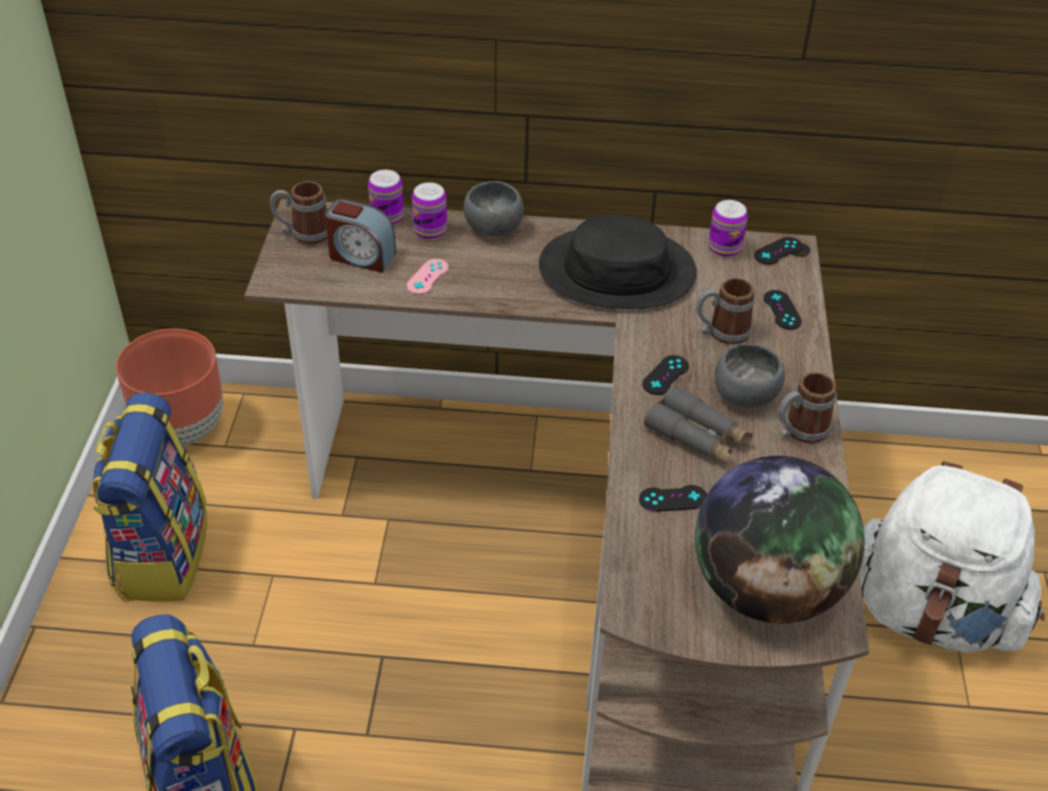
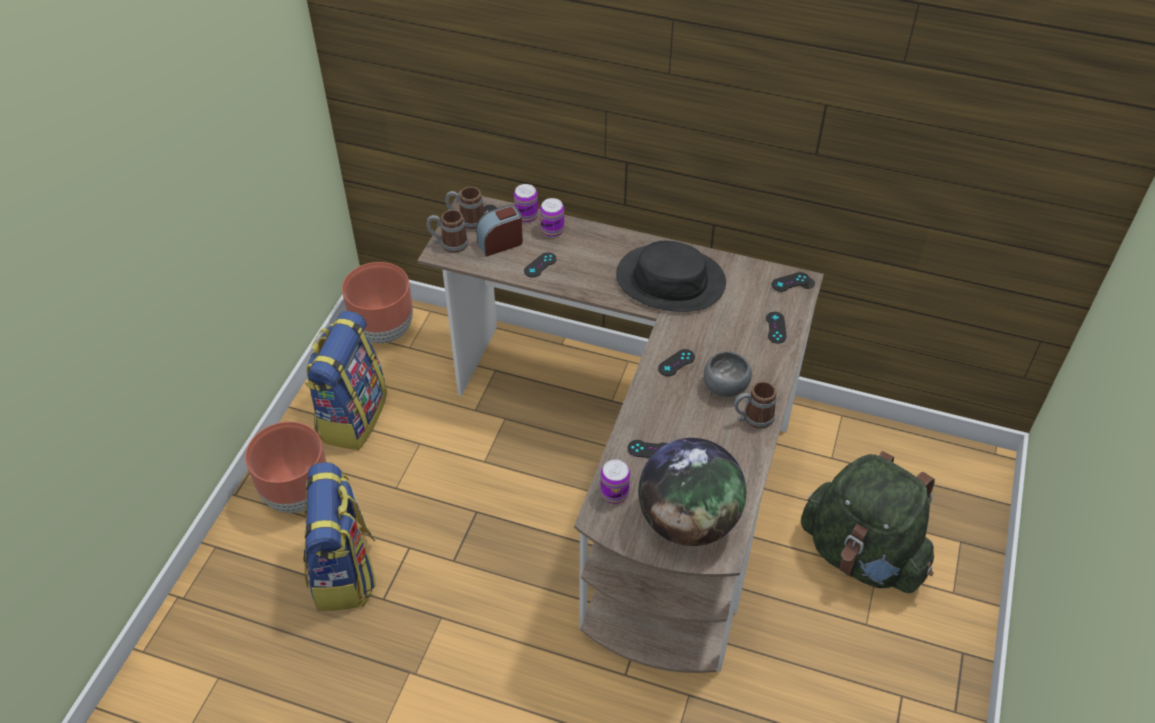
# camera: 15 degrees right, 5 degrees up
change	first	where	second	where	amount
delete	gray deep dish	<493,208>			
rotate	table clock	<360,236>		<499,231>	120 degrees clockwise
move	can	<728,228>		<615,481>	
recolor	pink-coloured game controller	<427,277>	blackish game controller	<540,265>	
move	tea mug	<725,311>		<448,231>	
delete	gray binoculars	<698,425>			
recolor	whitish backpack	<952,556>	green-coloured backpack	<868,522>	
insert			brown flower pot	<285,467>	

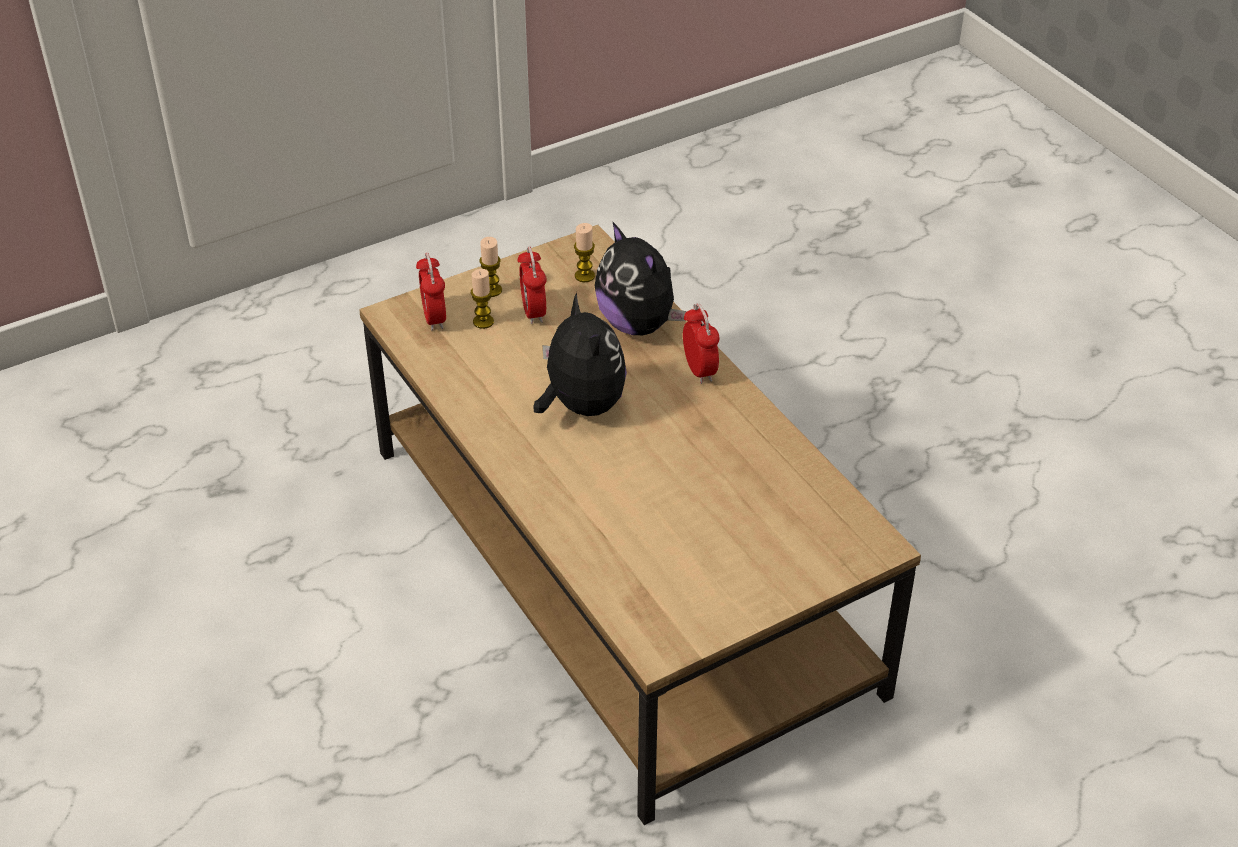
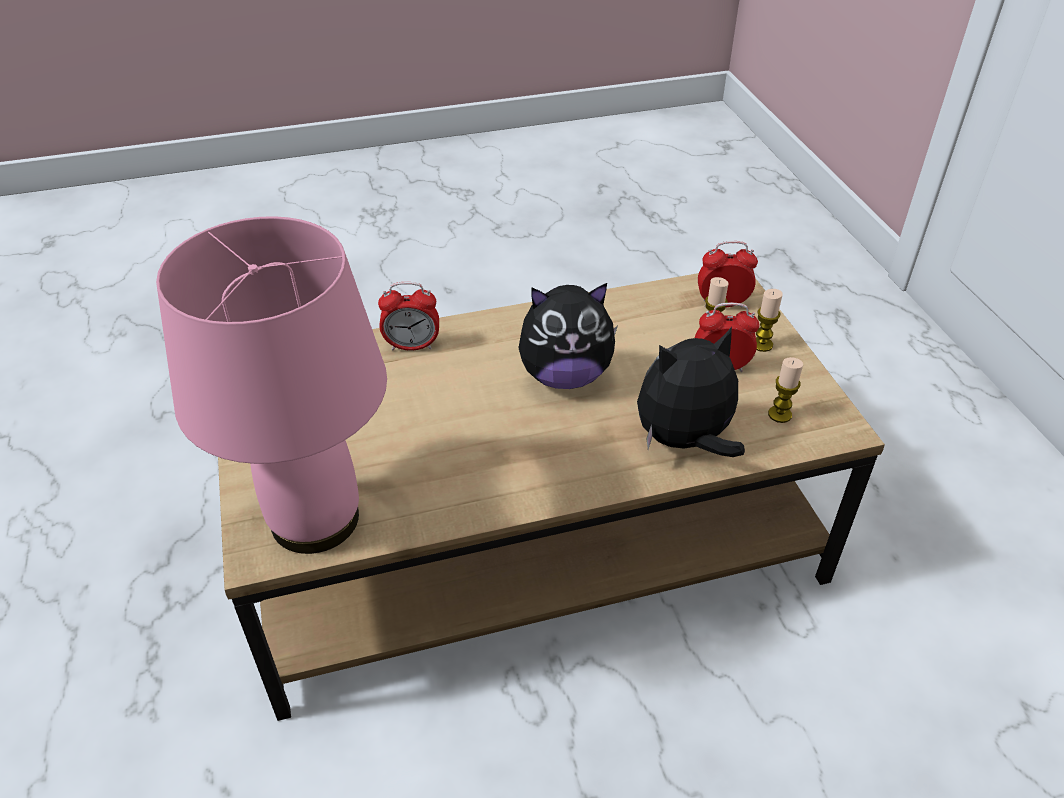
# camera: 105 degrees right, 0 degrees up
change	first	where	second	where	amount
move	table clock	<701,343>		<408,316>	
insert			pink-coloured tabletop lamp	<271,385>	

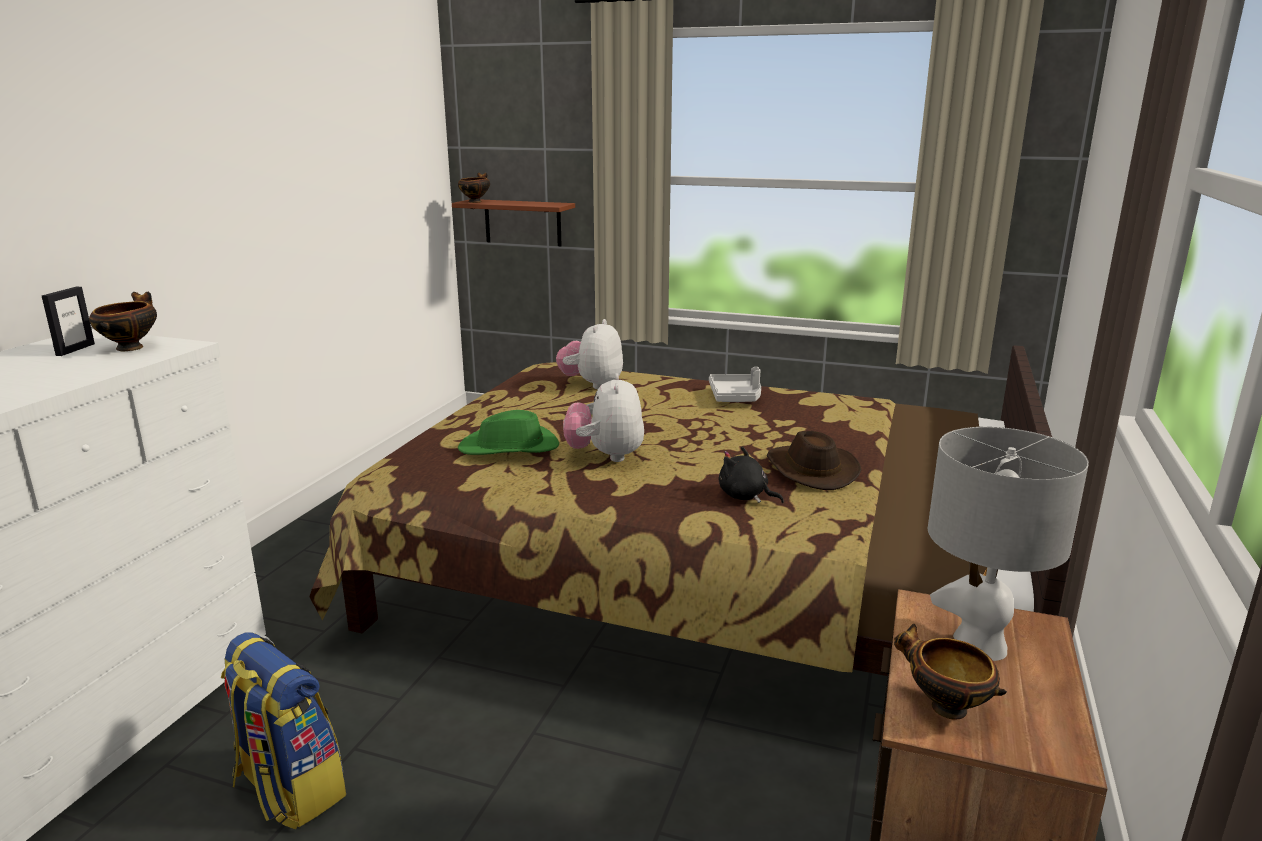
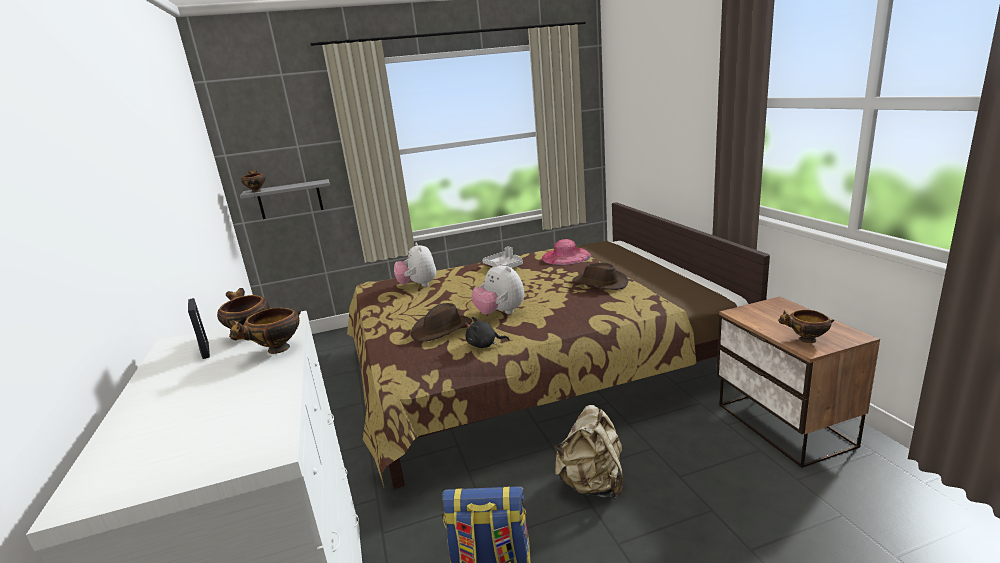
# camera: 35 degrees left, 0 degrees up
change	first	where	second	where	amount
recolor	brown wall shelf	<513,222>	gray wall shelf	<285,199>	
recolor	green-coloured clothing hat	<508,432>	brown clothing hat	<441,322>	
delete	gray tabletop lamp	<1008,544>			
move	blackish cuddly toy	<751,475>		<487,332>	
insert			pink-coloured clothing hat	<566,252>	
insert			deep dish	<265,331>	
insert			beige-coloured backpack	<589,452>	

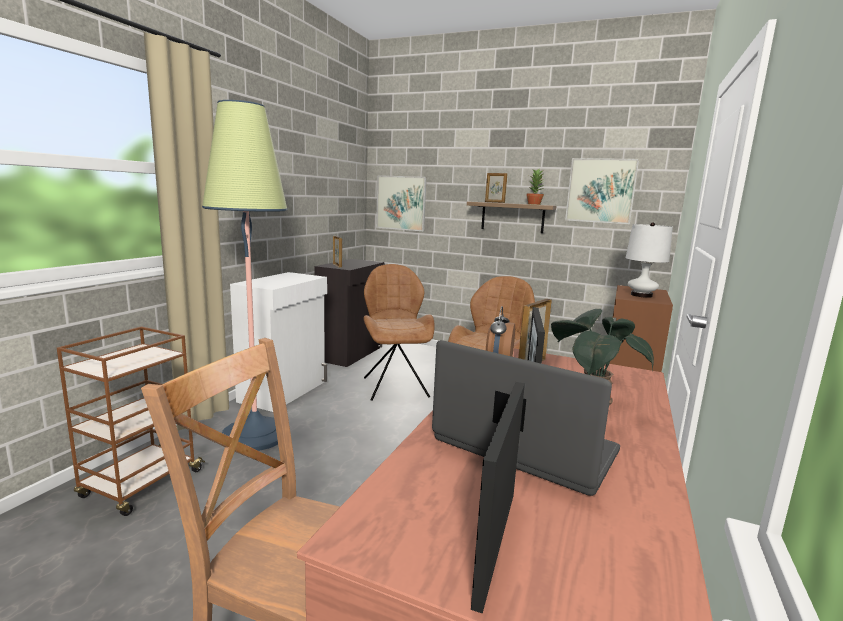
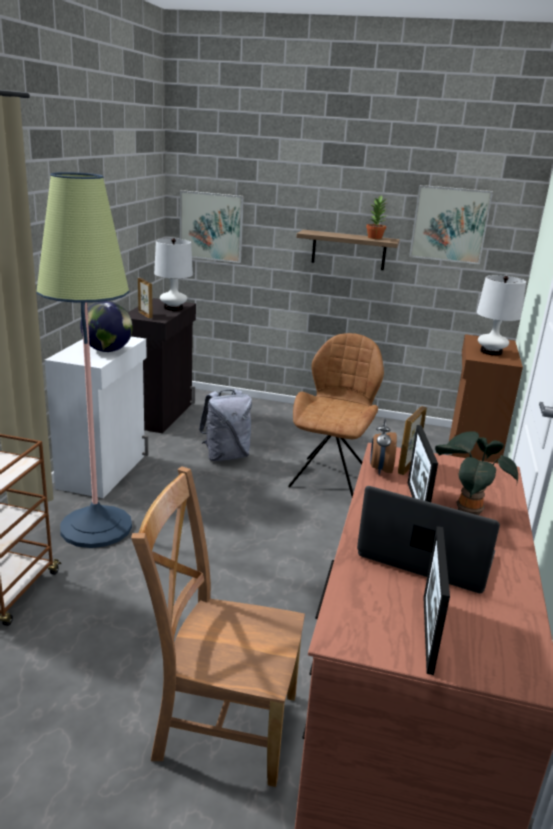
# camera: 10 degrees left, 10 degrees up
change	first	where	second	where	amount
delete	picture frame	<496,188>			
replace	brown plain chair	<399,332>	gray backpack	<225,425>	
insert			whitish tabletop lamp	<173,274>	
insert			world globe	<106,326>	

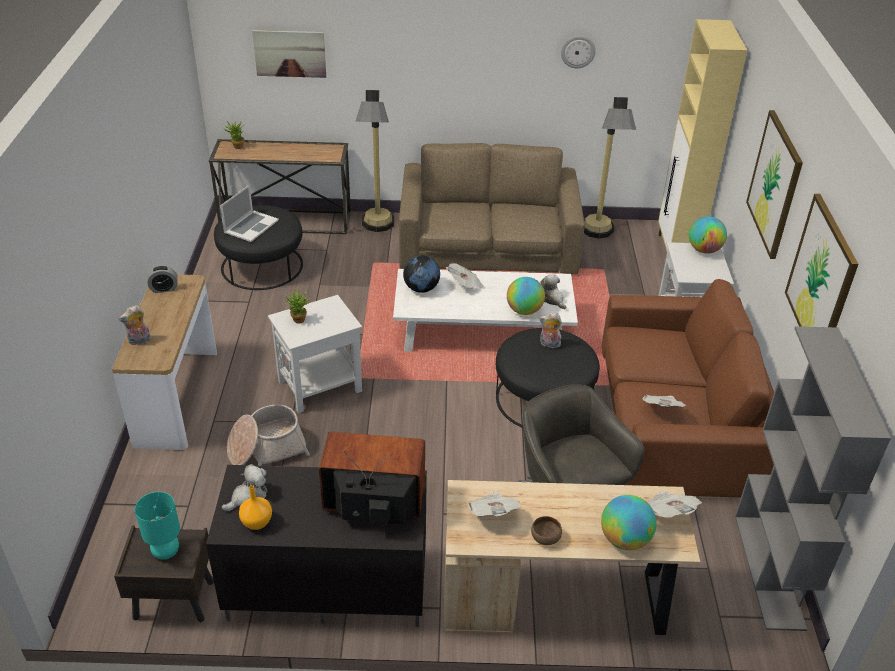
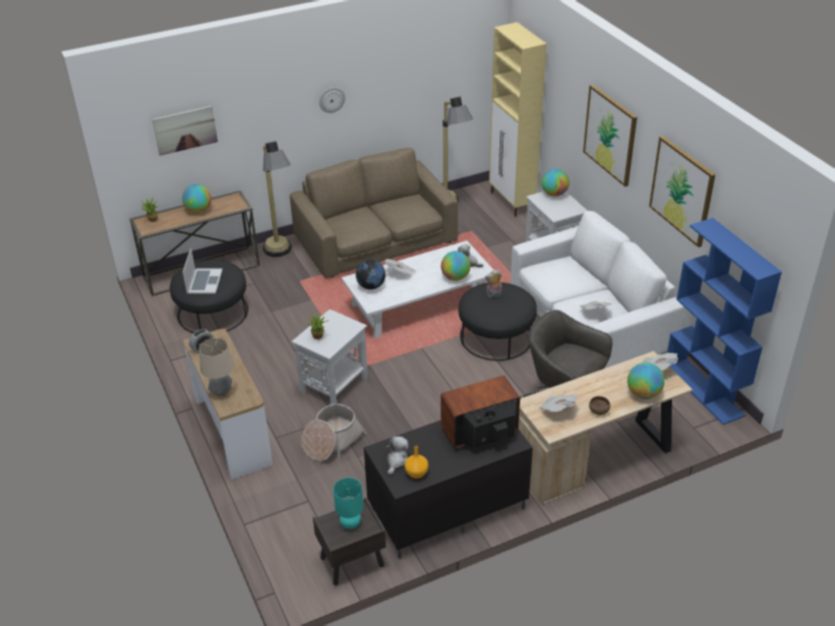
# camera: 25 degrees left, 0 degrees up
change	first	where	second	where	amount
move	hanging clock	<578,52>		<332,100>	
recolor	brown couch	<687,388>	whitish couch	<597,290>	
replace	cuddly toy	<135,325>	tabletop lamp	<216,367>	
recolor	gray bookcase	<813,478>	blue bookcase	<724,321>	
insert			world globe	<196,198>	

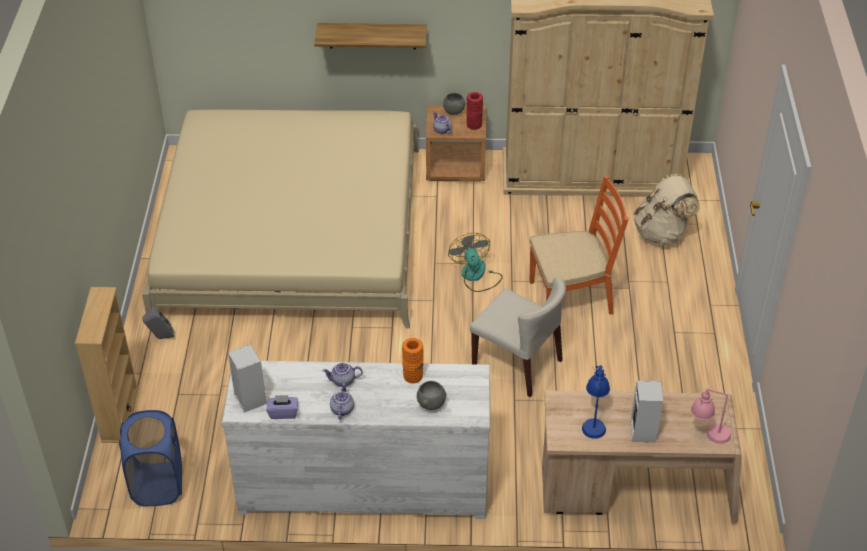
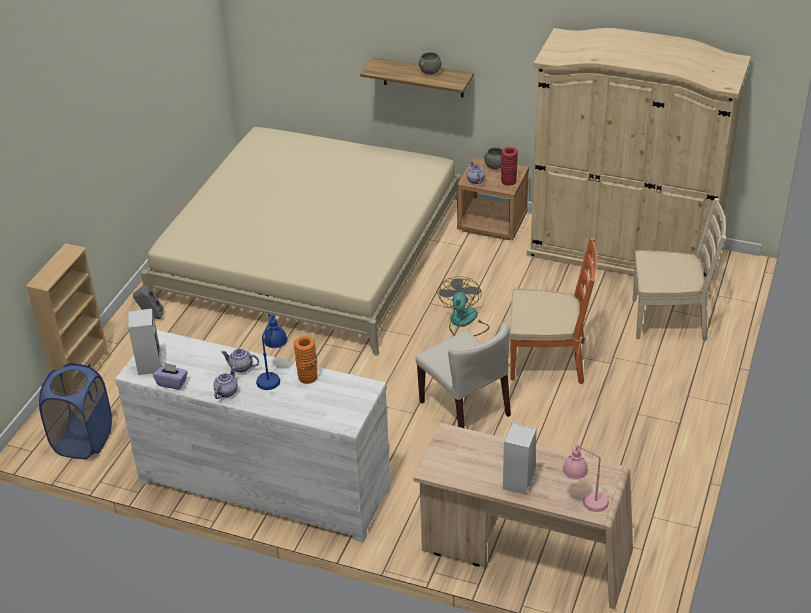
# camera: 20 degrees right, 5 degrees down
change	first	where	second	where	amount
replace	beige-coloured backpack	<666,209>	beige-coloured plain chair	<679,269>	
move	blue tabletop lamp	<596,402>		<272,352>	
move	gray deep dish	<431,395>		<430,63>	

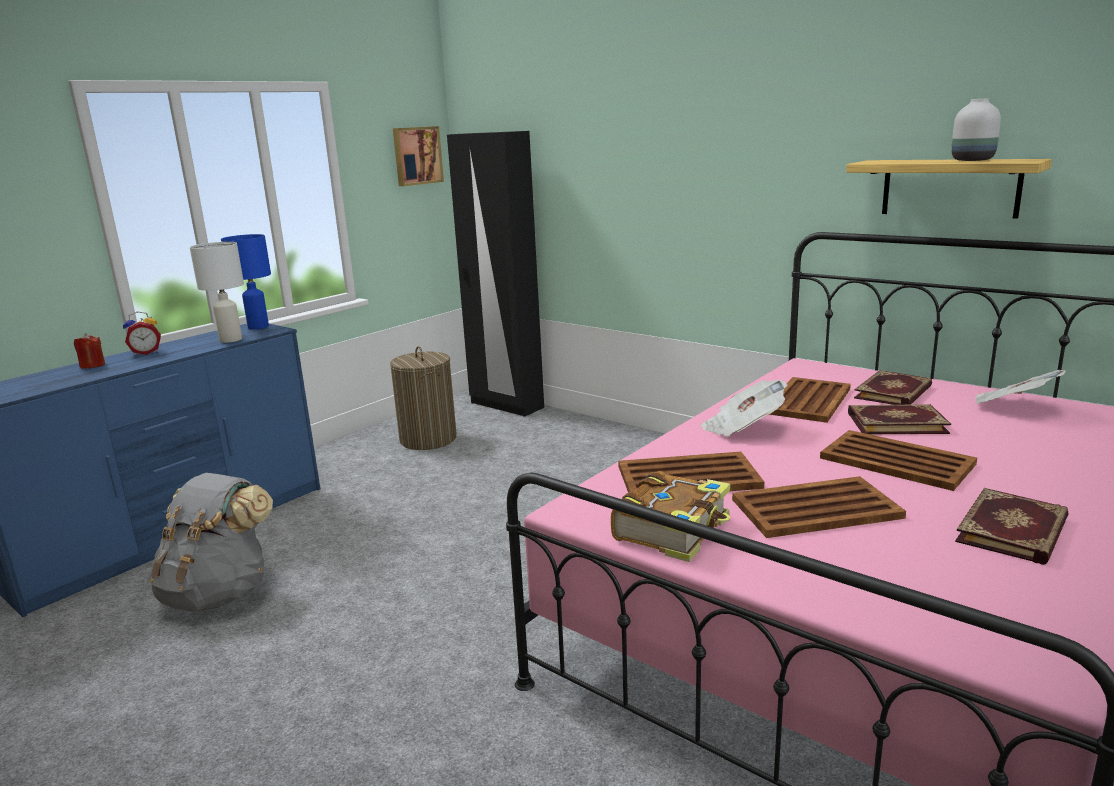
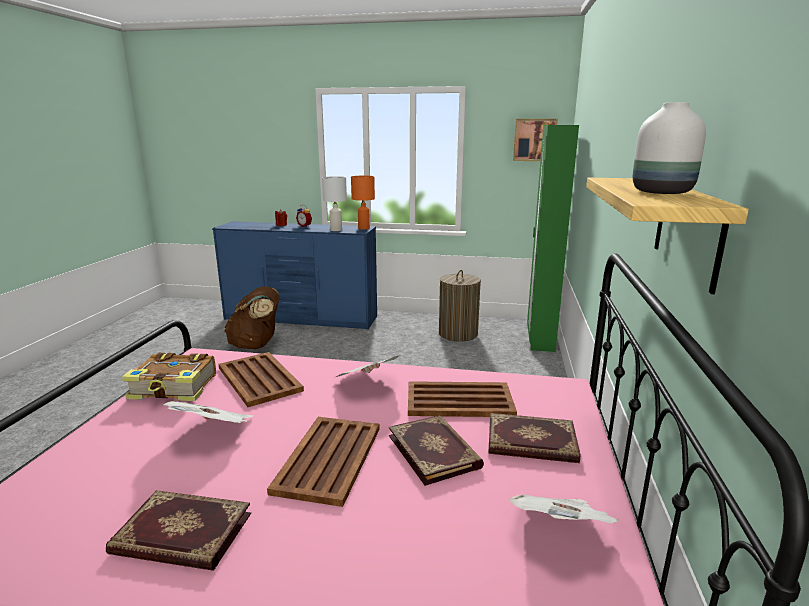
# camera: 60 degrees right, 0 degrees up
change	first	where	second	where	amount
recolor	blackish wardrobe	<495,274>	green-coloured wardrobe	<553,238>	
recolor	blue tabletop lamp	<246,281>	orange tabletop lamp	<363,203>	
recolor	gray backpack	<210,542>	brown backpack	<252,318>	
replace	brown tray	<819,507>	daily paper	<208,412>	

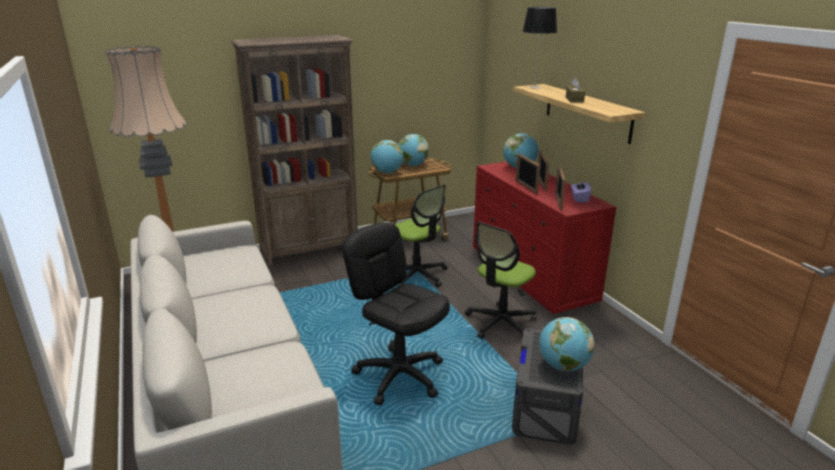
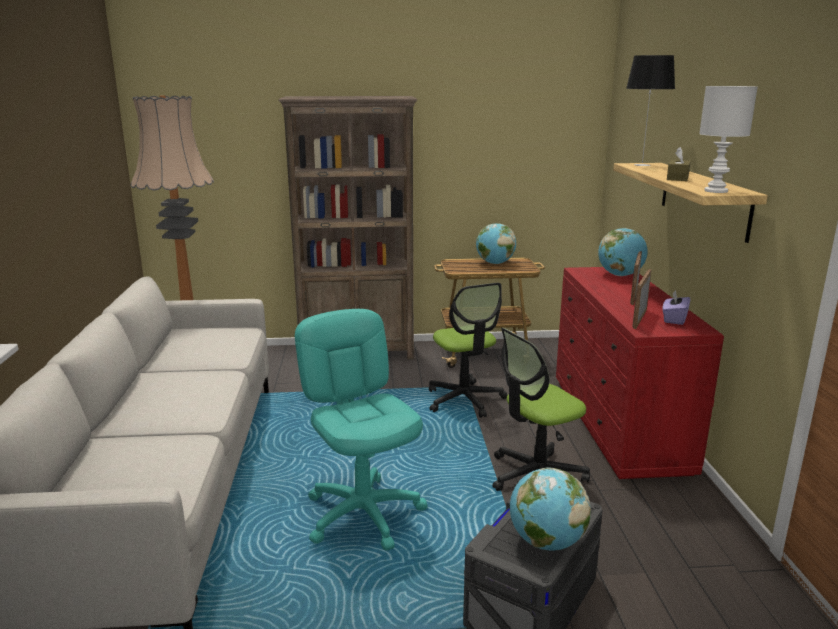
# camera: 20 degrees right, 5 degrees down
change	first	where	second	where	amount
delete	world globe	<387,156>			
delete	picture frame	<528,174>			
recolor	blackish computer chair	<396,313>	turquoise-coloured computer chair	<361,430>	
insert			whitish tabletop lamp	<728,139>	

